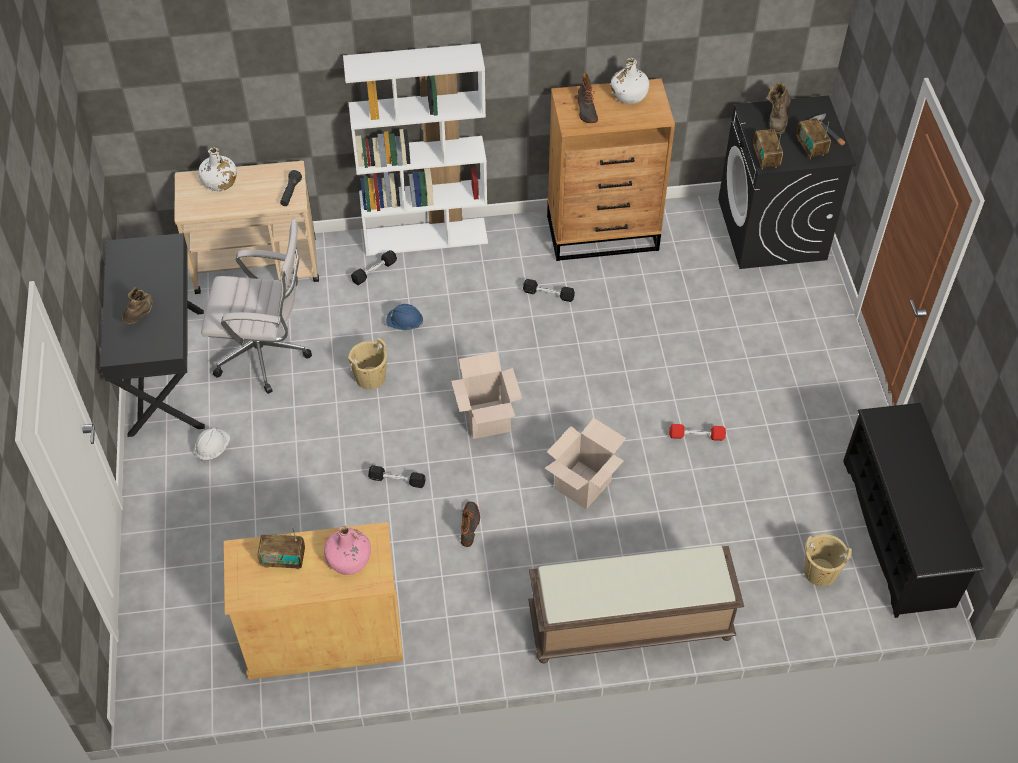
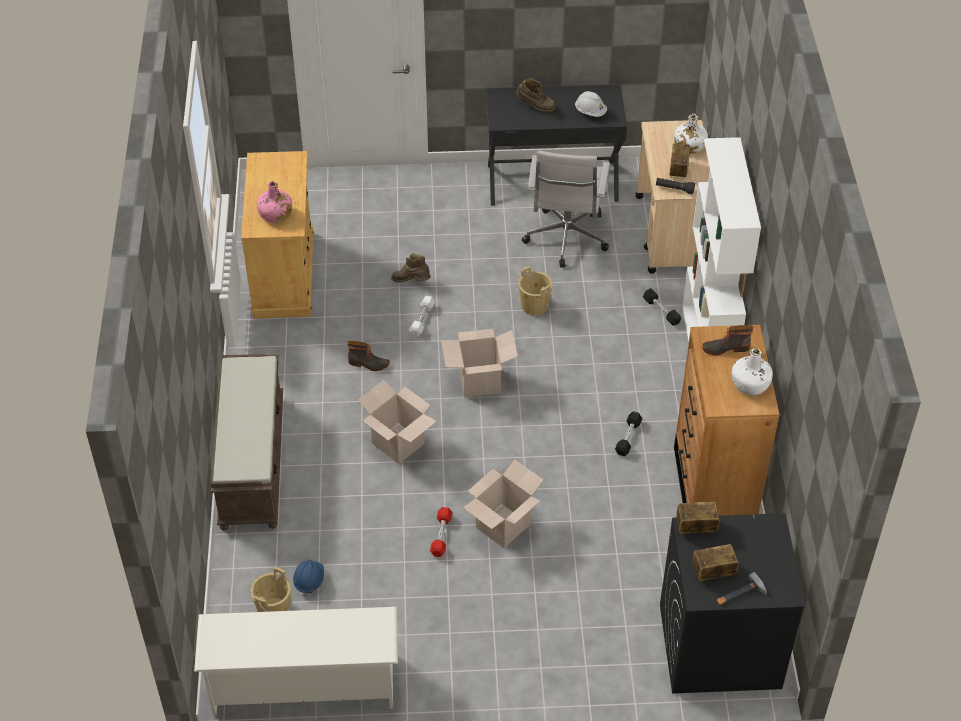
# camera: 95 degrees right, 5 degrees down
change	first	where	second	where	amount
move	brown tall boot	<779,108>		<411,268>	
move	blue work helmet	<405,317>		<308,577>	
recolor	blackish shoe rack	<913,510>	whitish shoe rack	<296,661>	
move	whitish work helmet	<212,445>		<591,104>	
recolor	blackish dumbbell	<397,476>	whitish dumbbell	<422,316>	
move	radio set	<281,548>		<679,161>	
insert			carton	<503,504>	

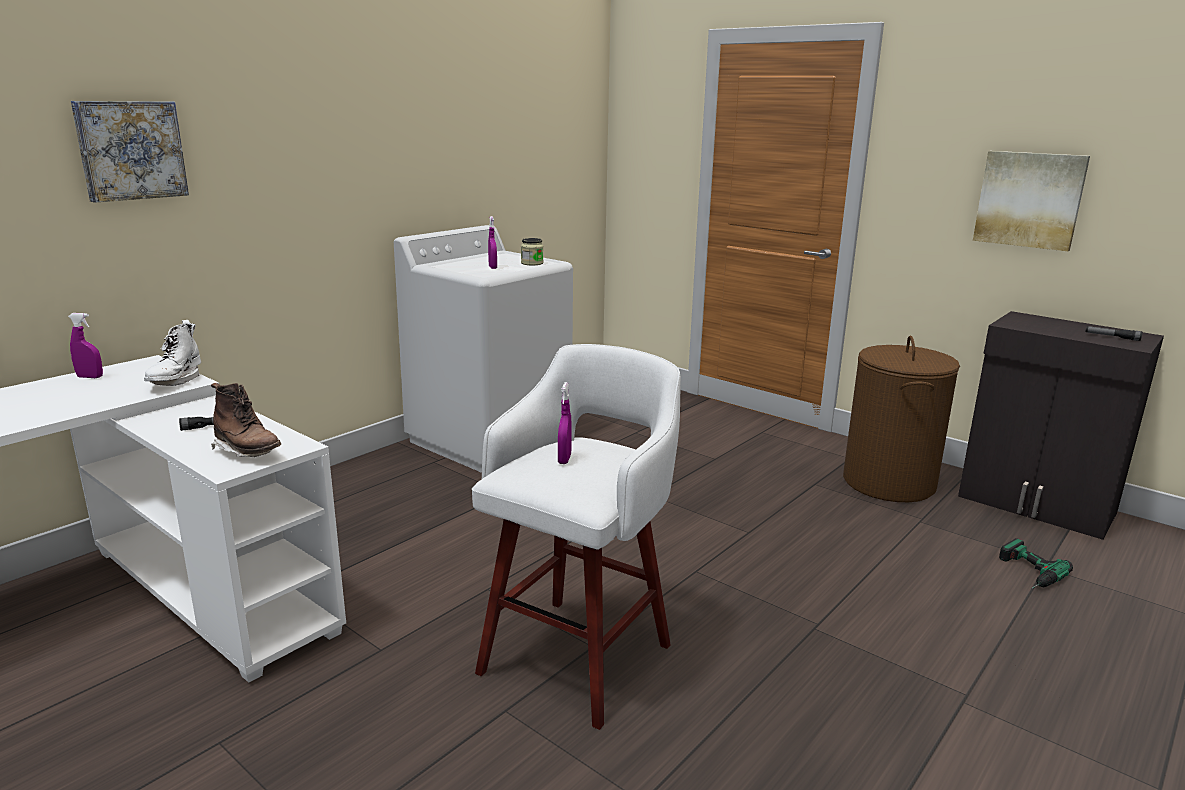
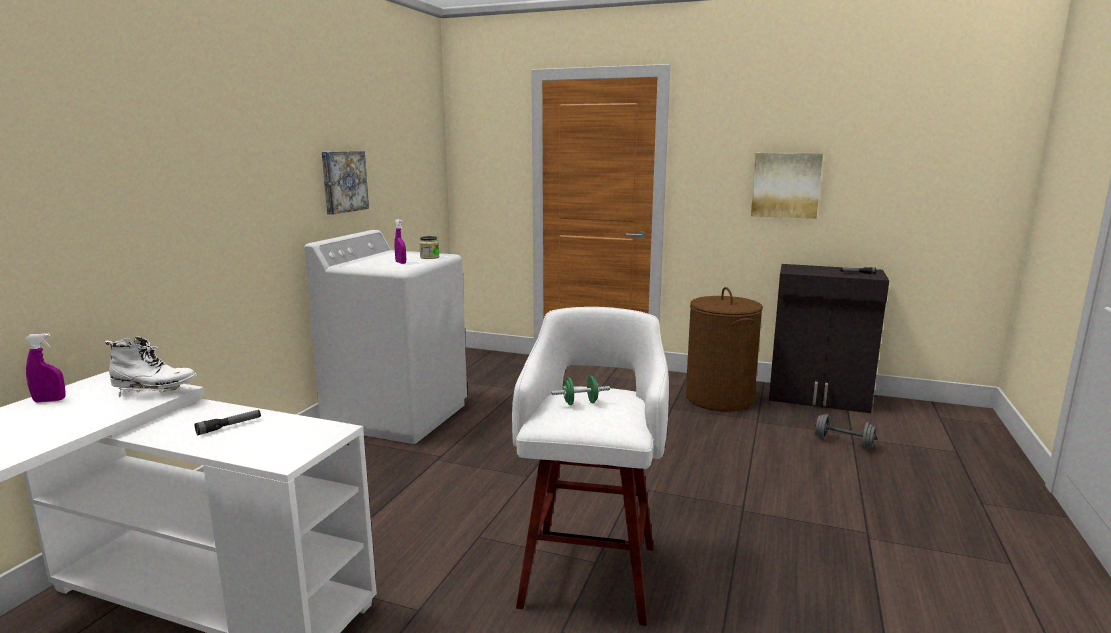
# camera: 20 degrees left, 5 degrees down
change	first	where	second	where	amount
move	wall picture	<130,152>		<345,182>	
rotate	whitish tall boot	<172,353>		<151,367>	75 degrees counterclockwise
replace	purplish spray bottle	<565,423>	green-coloured dumbbell	<580,390>	
delete	brown tall boot	<246,420>			
replace	power drill	<1036,563>	gray dumbbell	<846,431>	

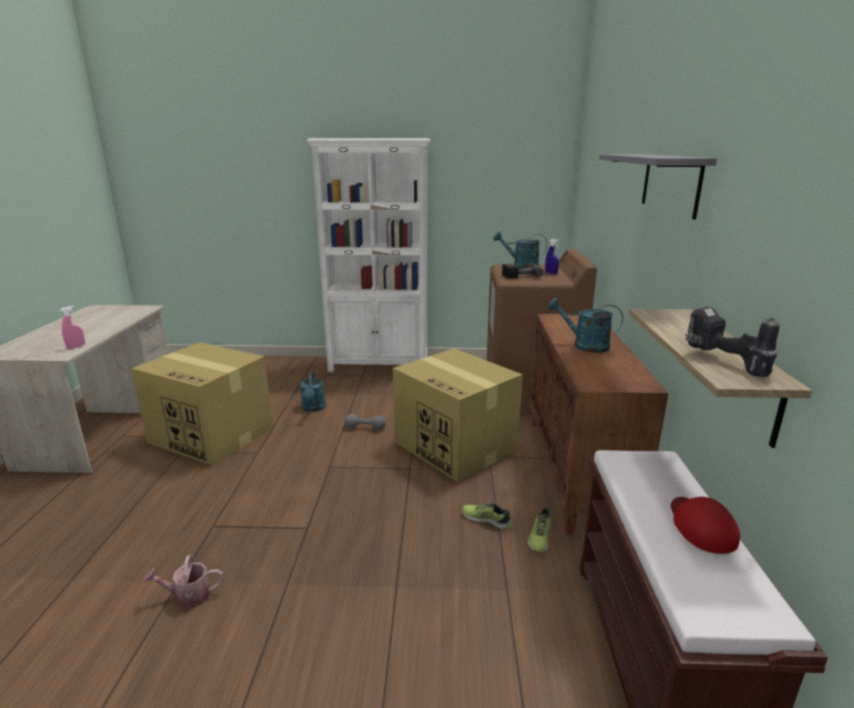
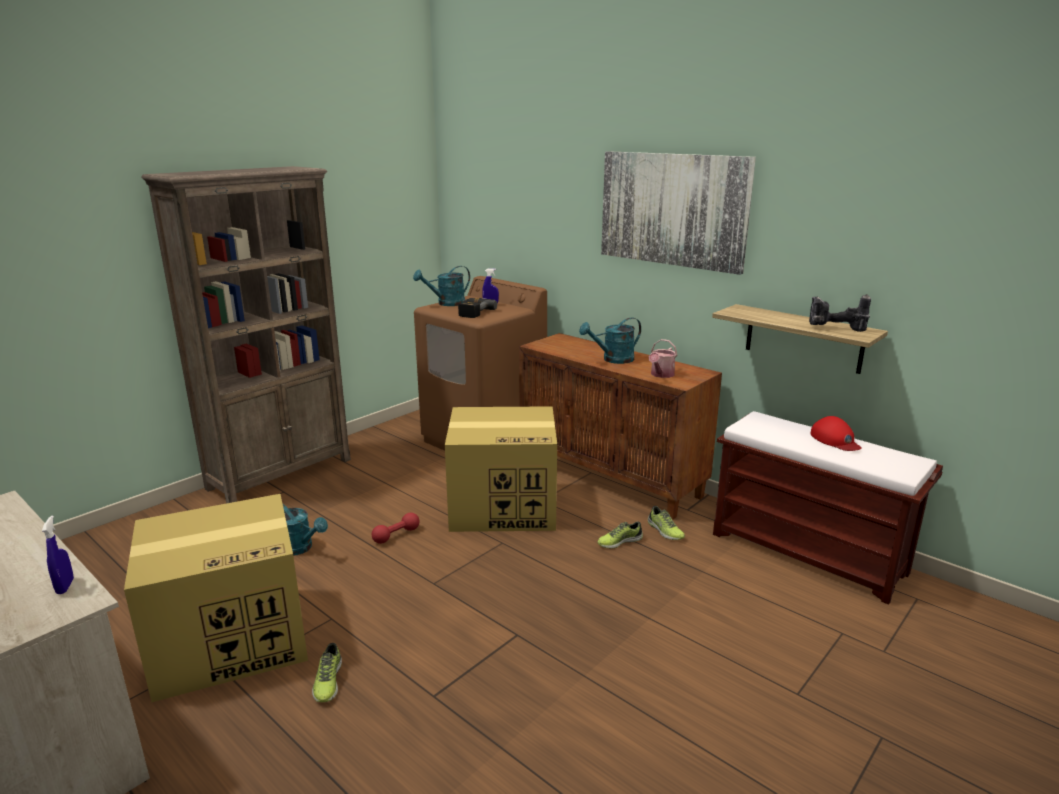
# camera: 50 degrees left, 0 degrees up
change	first	where	second	where	amount
recolor	whitish bookcase	<369,255>	brown bookcase	<246,334>	
replace	gray wall shelf	<658,187>	wall picture	<678,213>	
recolor	pink-coloured spray bottle	<72,327>	blue spray bottle	<58,555>	
recolor	gray dumbbell	<365,422>	reddish dumbbell	<396,528>	
rotate	reddish peaked cap	<705,525>		<836,433>	150 degrees counterclockwise
move	watering pot	<183,581>		<662,358>	
insert			item of footwear	<327,672>	

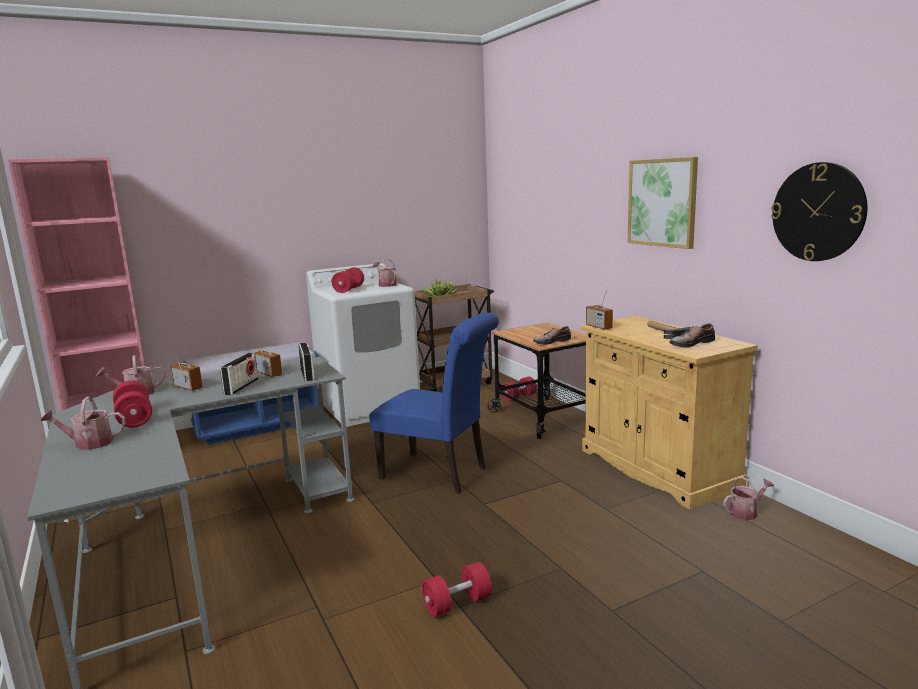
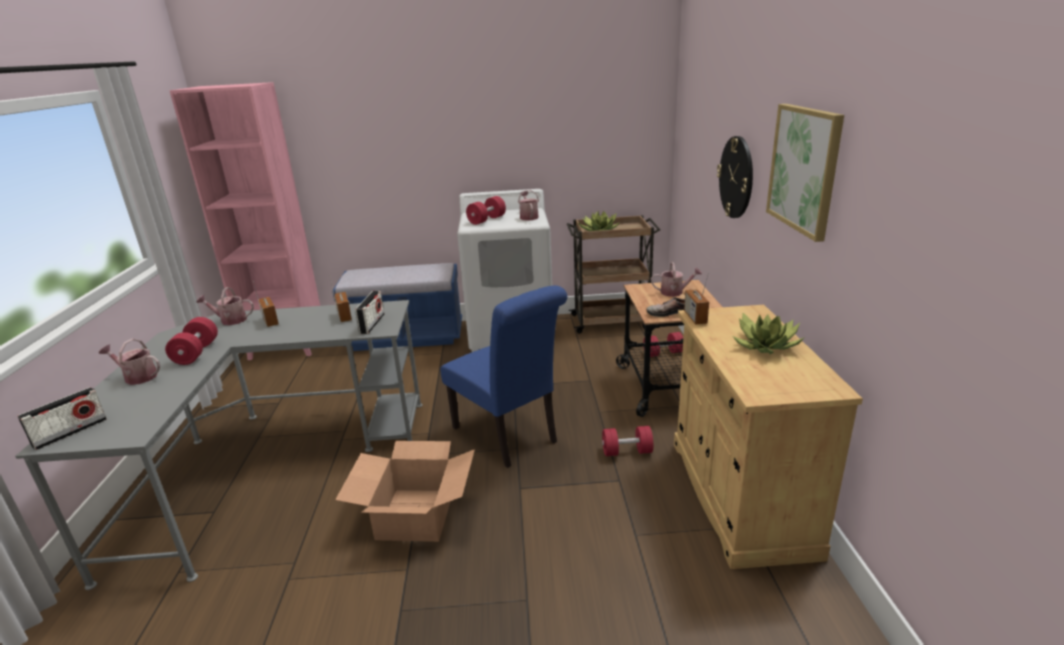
# camera: 25 degrees right, 10 degrees up
change	first	where	second	where	amount
move	hanging clock	<819,211>		<735,177>	
replace	hammer	<669,329>	plant in a pot	<769,333>	
delete	item of footwear	<692,335>			
move	radio set	<239,374>		<62,418>	
move	watering pot	<748,498>		<676,279>	
move	reddish dumbbell	<457,589>		<627,441>	
insert			carton	<405,491>	

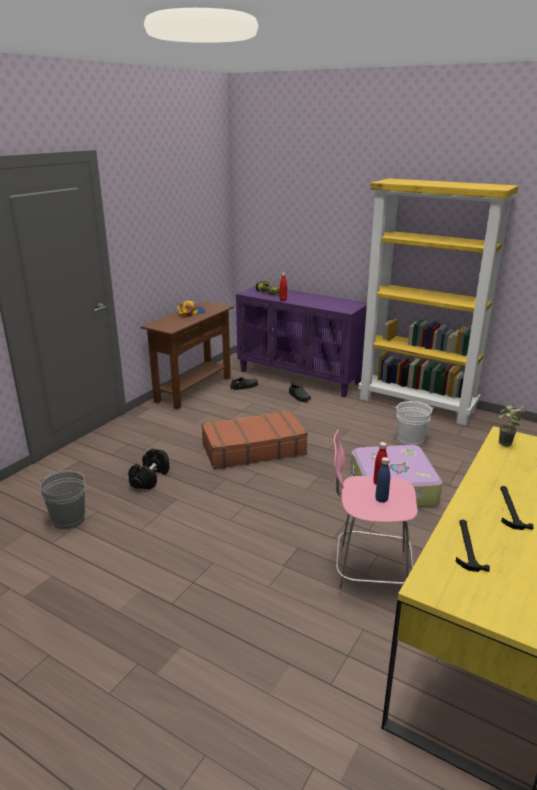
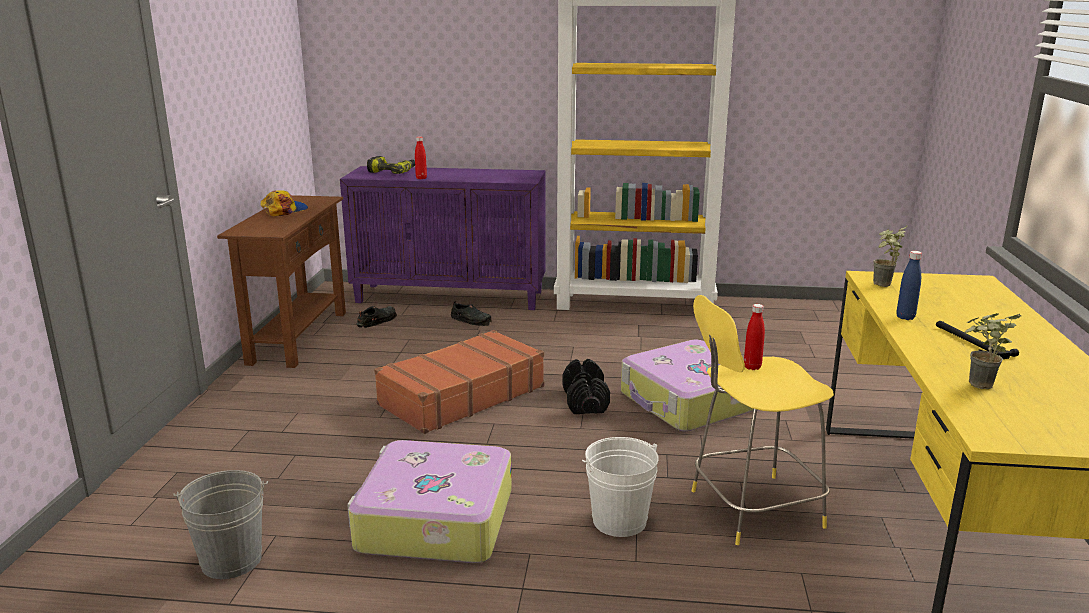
# camera: 25 degrees left, 5 degrees down
change	first	where	second	where	amount
move	whitish bucket	<414,423>		<620,487>	
recolor	pink-coloured sitting stool	<376,513>	yellow-coloured sitting stool	<763,420>	
move	blackish dumbbell	<148,469>		<586,386>	
move	blue beverage bottle	<382,480>		<909,285>	
replace	hammer	<473,546>	plant in a pot	<992,351>	
insert			suitcase	<429,501>	

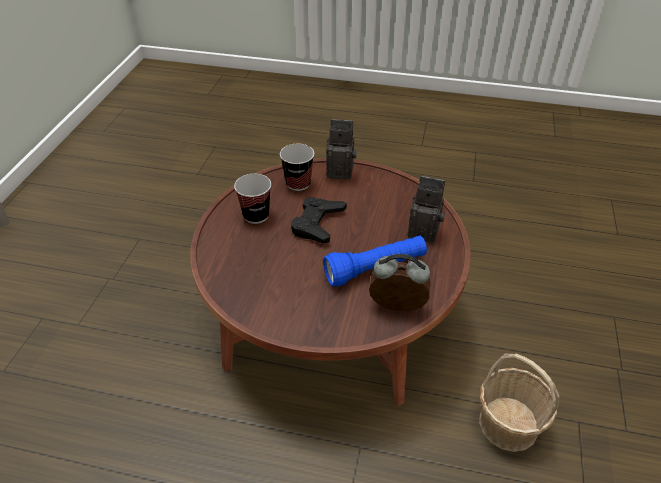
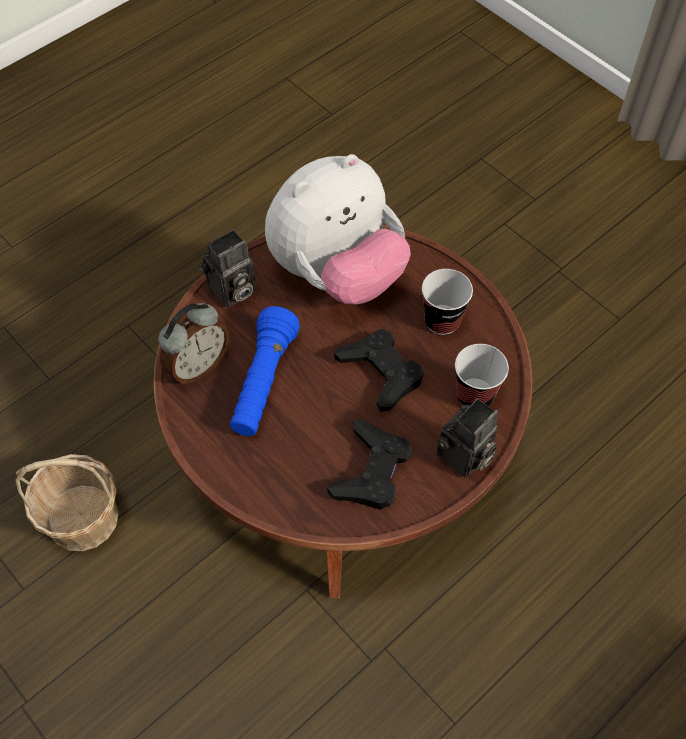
# camera: 125 degrees right, 15 degrees up
change	first	where	second	where	amount
move	photo camera	<426,209>		<227,269>	
insert			cuddly toy	<338,229>	
insert			blackish game controller	<369,464>	

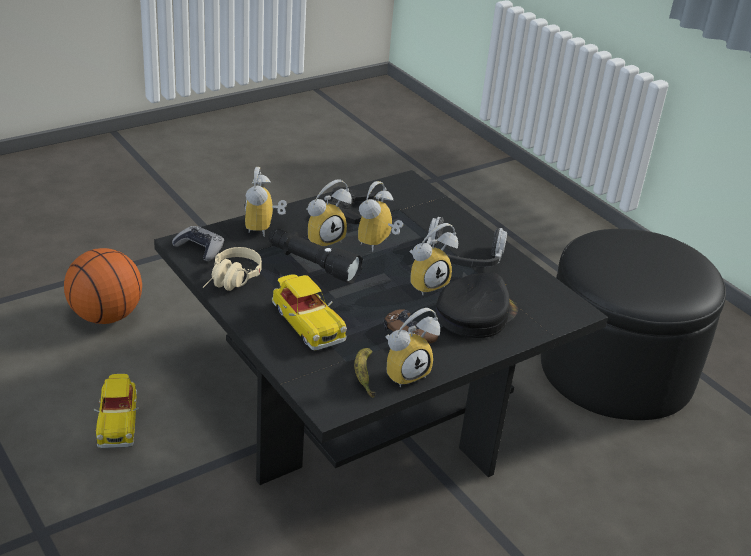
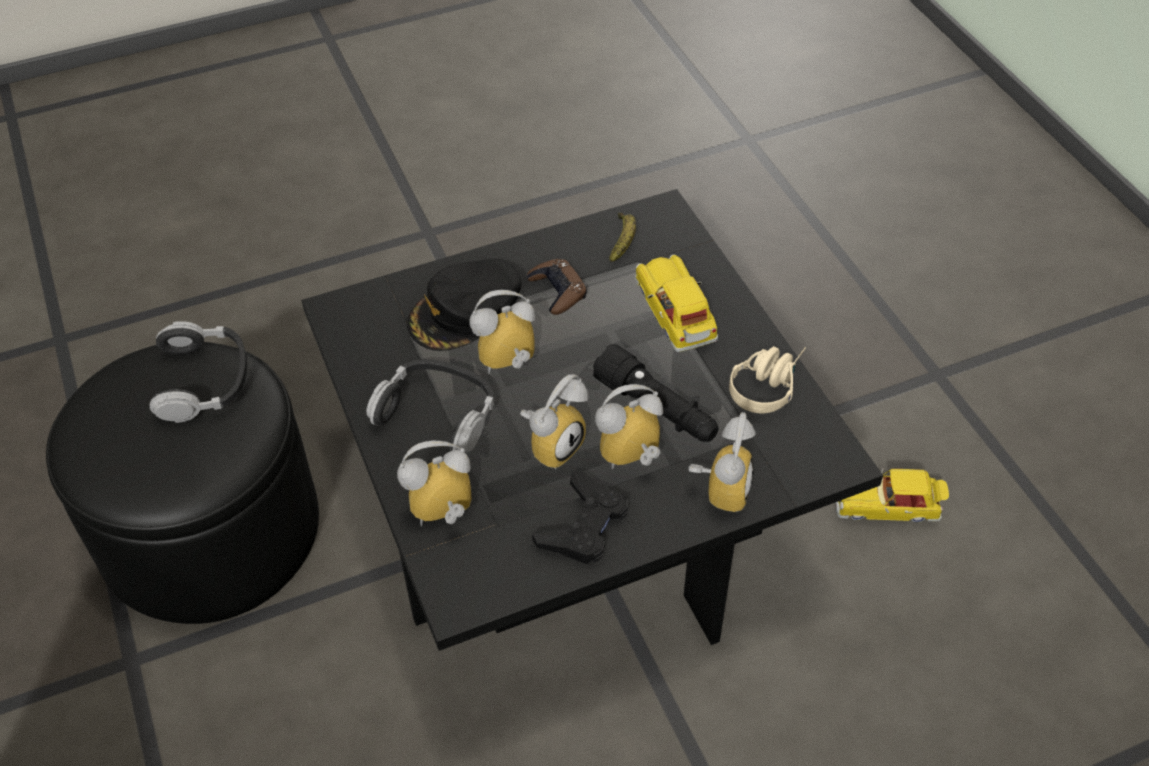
# camera: 165 degrees left, 15 degrees up
change	first	where	second	where	amount
delete	gray game controller	<198,243>			
delete	basketball ball	<103,286>			
move	table clock	<413,347>		<434,483>	
rotate	model car	<116,411>		<892,496>	90 degrees counterclockwise
insert			headset	<198,372>	

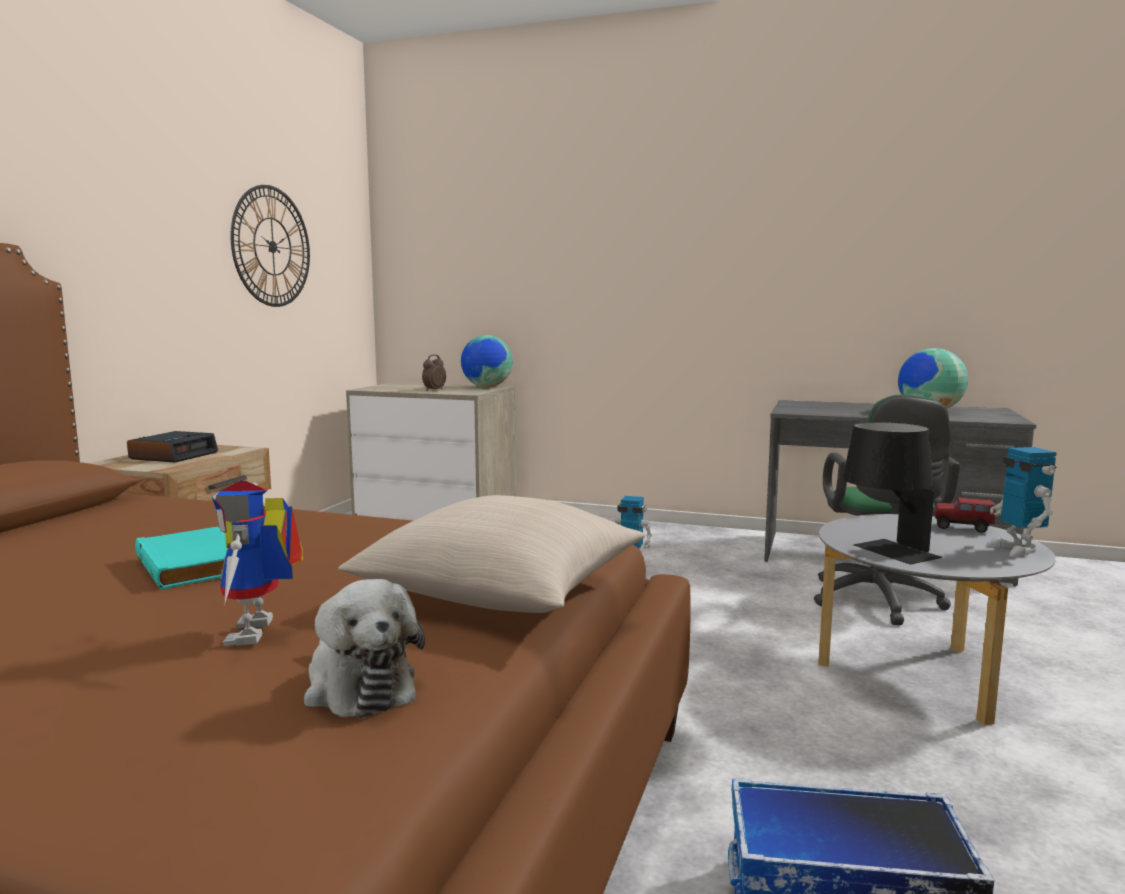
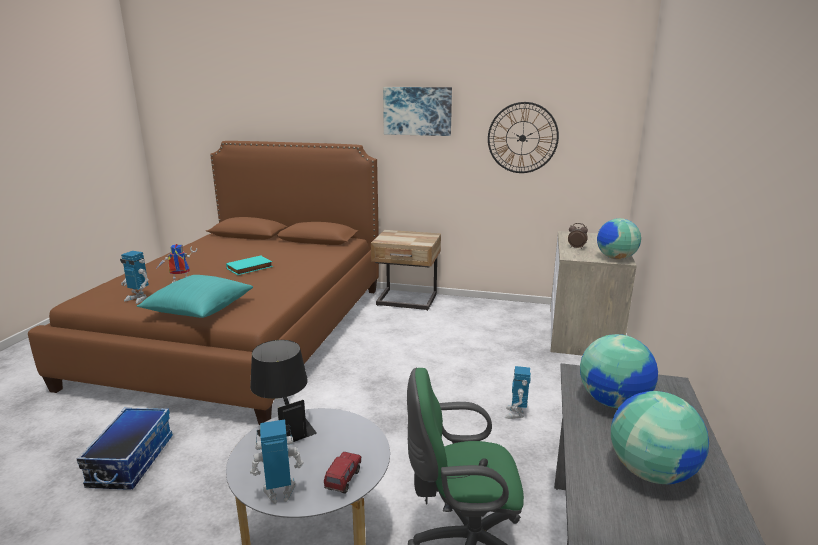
# camera: 85 degrees right, 10 degrees up
change	first	where	second	where	amount
delete	table clock	<172,447>			
recolor	beige-coloured cushion	<491,554>	turquoise-coloured cushion	<195,296>	
replace	cuddly toy	<364,648>	toy robot	<134,277>	
insert			wall picture	<417,111>	
insert			world globe	<619,371>	

